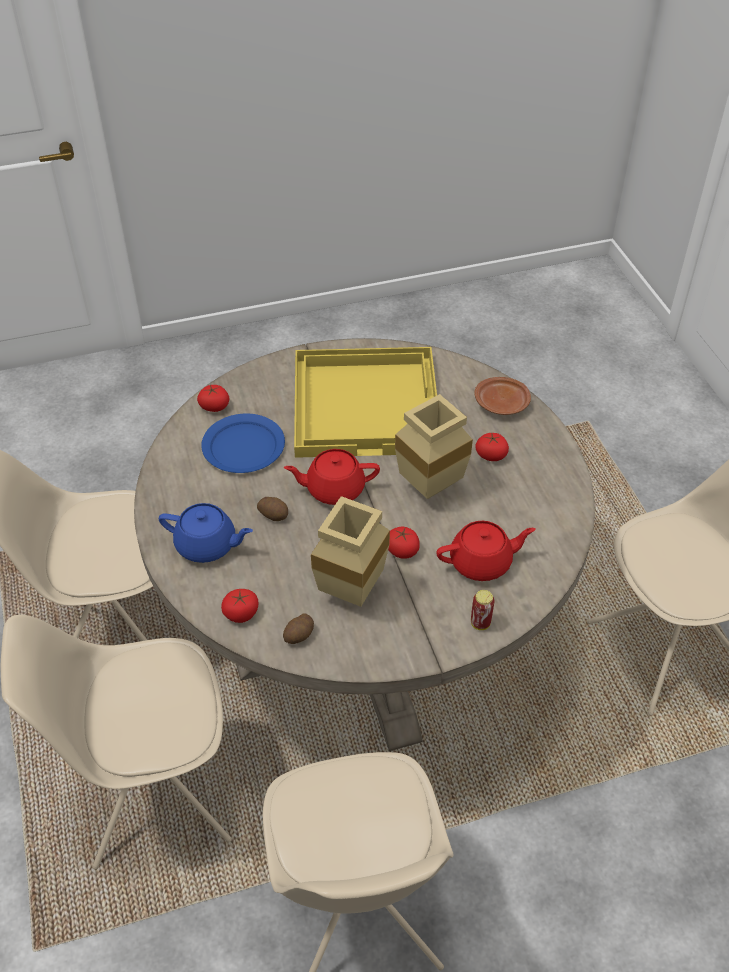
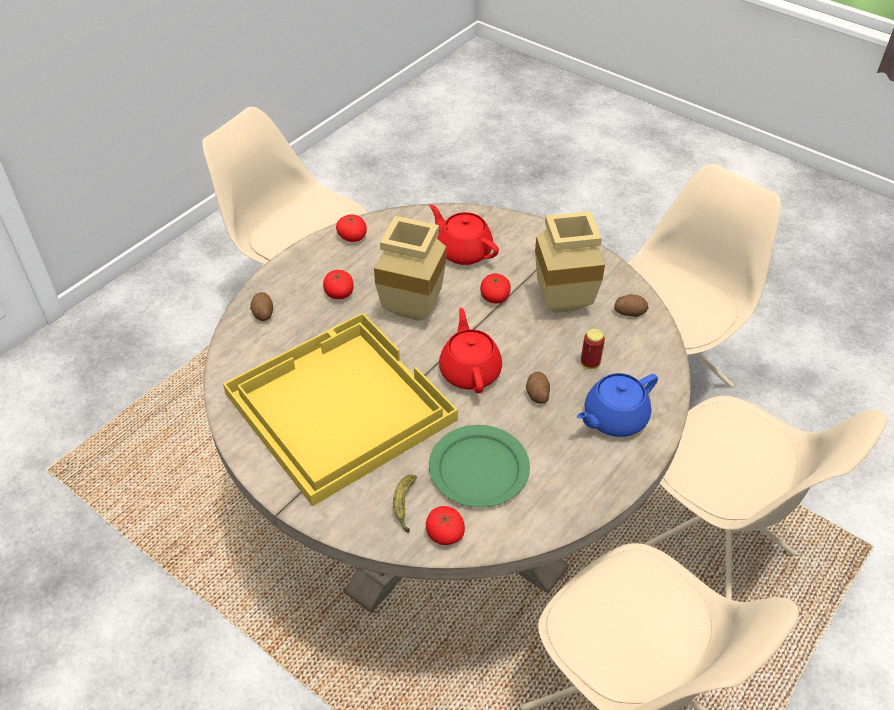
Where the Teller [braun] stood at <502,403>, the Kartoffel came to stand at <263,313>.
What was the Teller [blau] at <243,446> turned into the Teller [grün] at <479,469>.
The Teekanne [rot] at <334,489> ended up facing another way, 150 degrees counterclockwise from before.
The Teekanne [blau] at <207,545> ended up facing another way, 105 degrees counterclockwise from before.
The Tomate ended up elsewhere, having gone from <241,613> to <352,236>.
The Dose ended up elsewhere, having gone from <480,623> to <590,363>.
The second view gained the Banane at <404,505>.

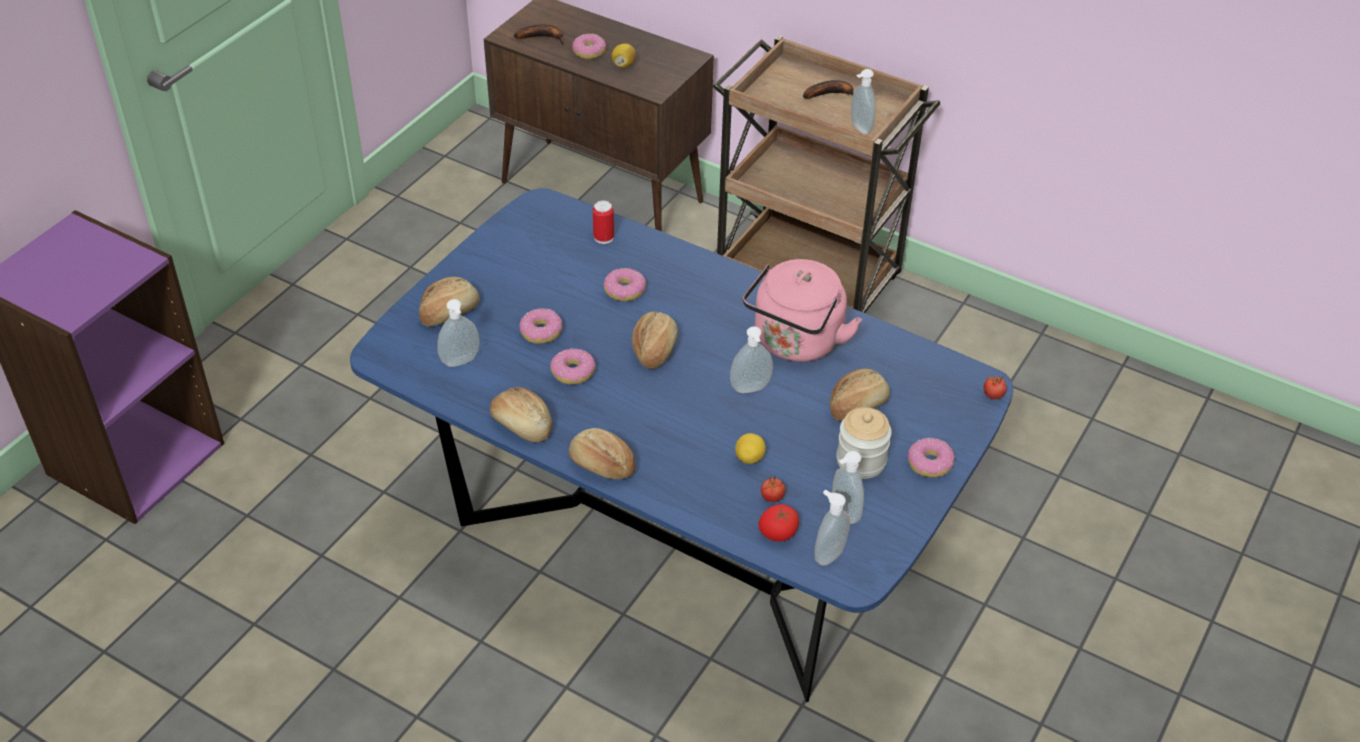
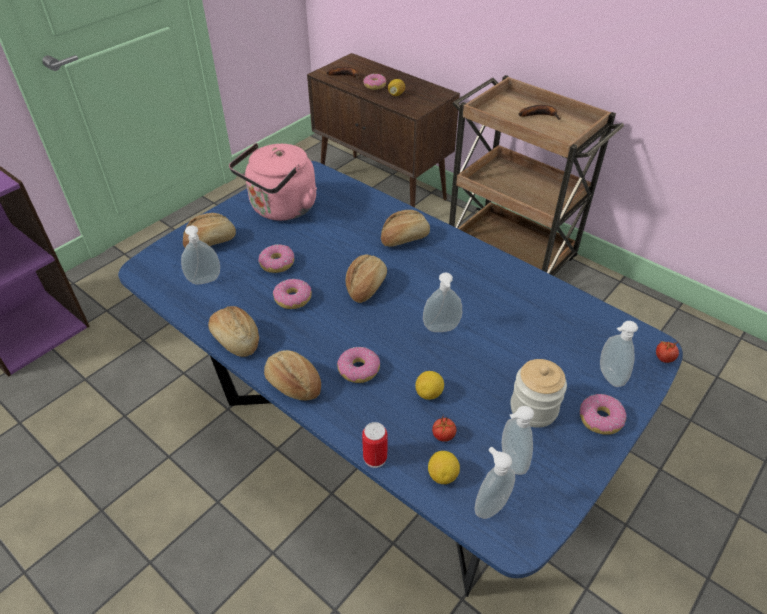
The Seifenspender ended up elsewhere, having gone from <859,128> to <608,377>.
The Dose ended up elsewhere, having gone from <603,237> to <375,457>.
The Wasserkessel [rosa] ended up elsewhere, having gone from <796,343> to <281,209>.
The Donut ended up elsewhere, having gone from <624,291> to <358,370>.
The Brot ended up elsewhere, having gone from <857,406> to <404,238>.
Where the Tomate stood at <777,533>, the Zitrone came to stand at <442,475>.

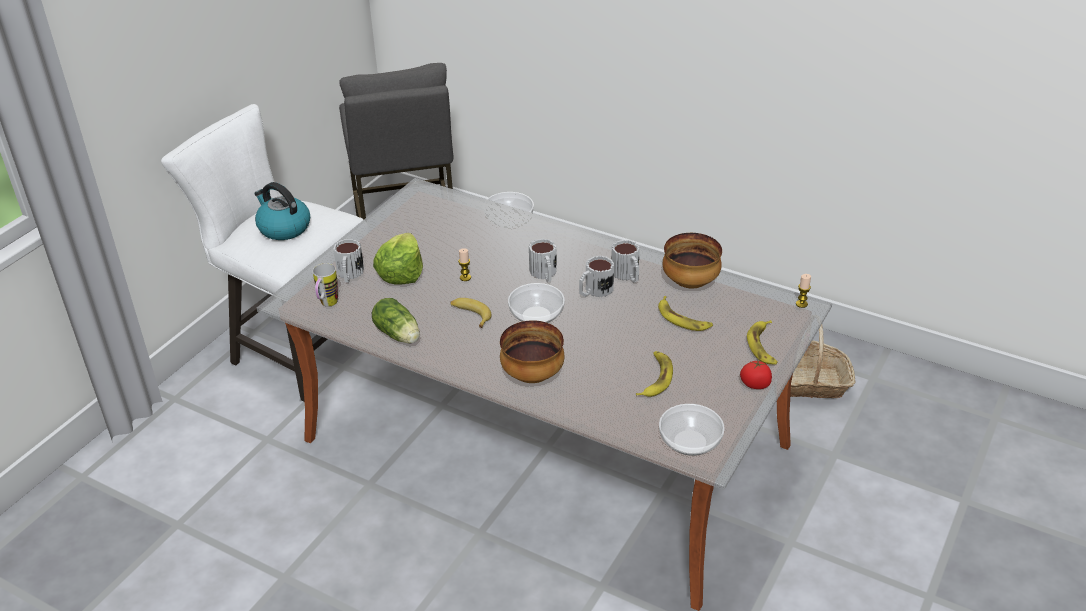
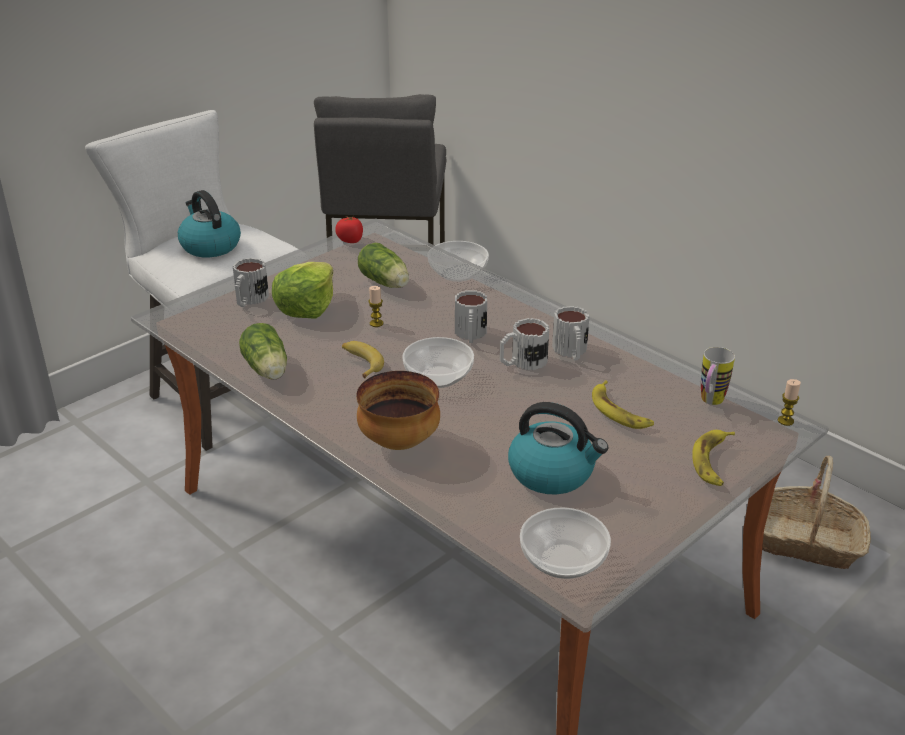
The second view lost the Schüssel at <690,283>.
The Henkelbecher ended up elsewhere, having gone from <327,305> to <709,402>.
Where the Banane stood at <655,378>, the Wasserkessel came to stand at <552,473>.
The Tomate ended up elsewhere, having gone from <755,384> to <350,240>.
The second view gained the Salatkopf at <386,283>.

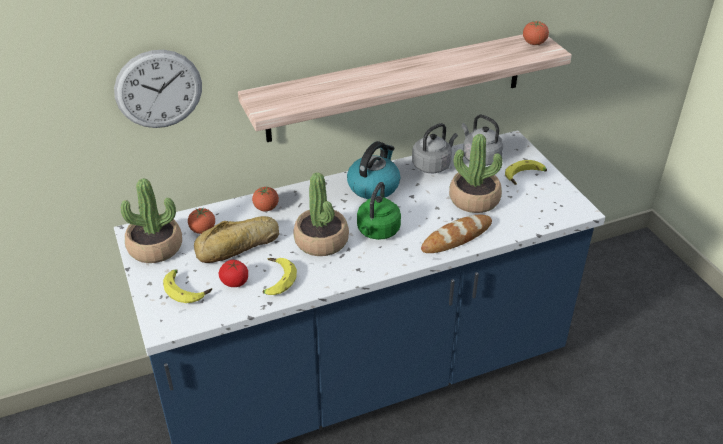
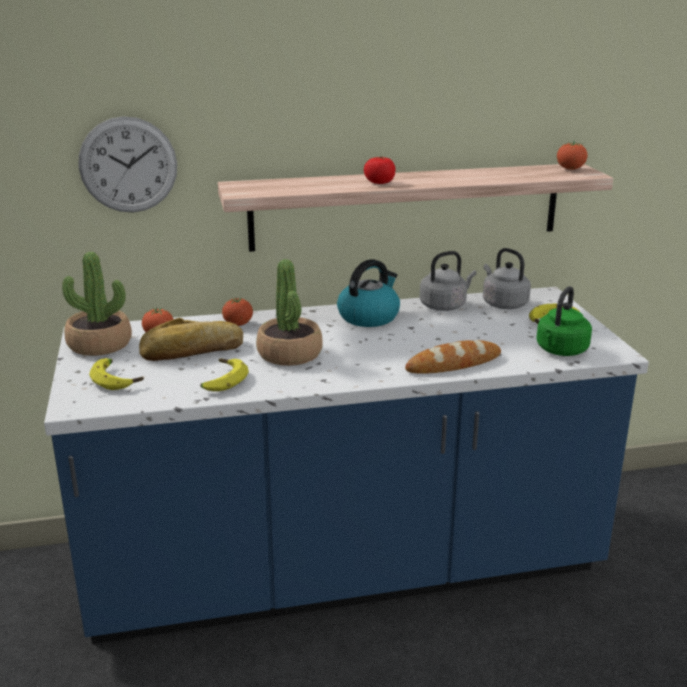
The second view lost the Topfpflanze at <474,199>.
The Wasserkessel [grün] ended up elsewhere, having gone from <377,232> to <560,351>.
The Tomate ended up elsewhere, having gone from <235,282> to <379,182>.

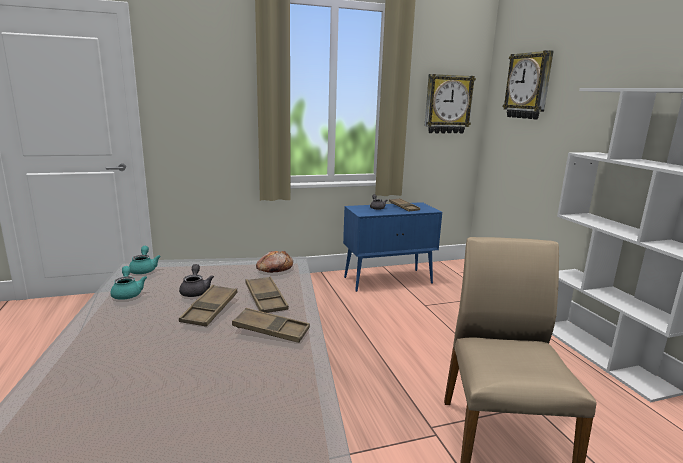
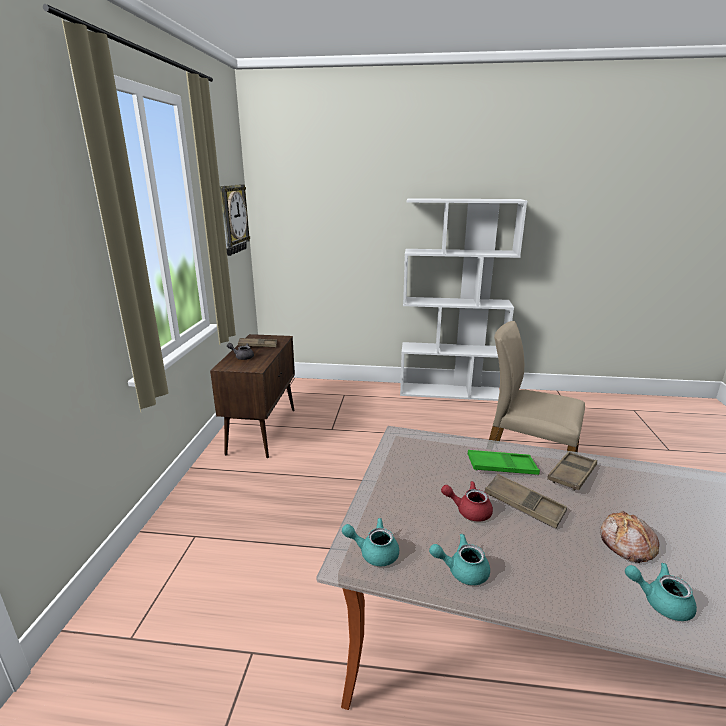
The second view lost the Wanduhr at <528,86>.
What was the Schrank [blau] at <388,280> turned into the Schrank [braun] at <262,430>.
The Brot ended up elsewhere, having gone from <274,268> to <626,544>.
What was the Teekanne [grau] at <195,291> turned into the Teekanne [rot] at <468,510>.
What was the Tablett [braun] at <266,299> turned into the Tablett [grün] at <501,467>.
The second view gained the Teekanne [türkis] at <659,601>.

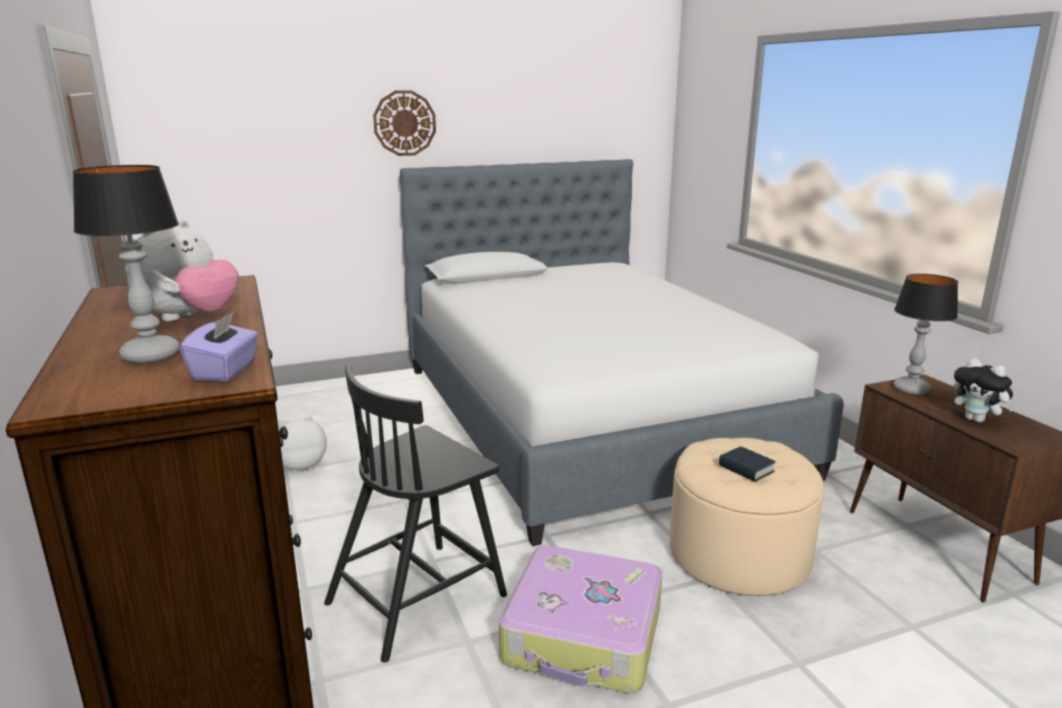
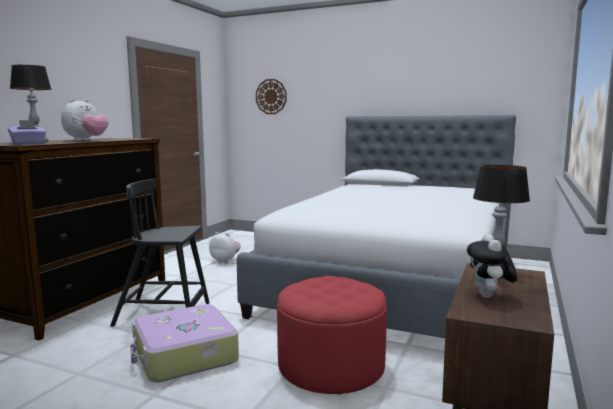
The Wanduhr ended up elsewhere, having gone from <404,123> to <271,96>.
The Plüschtier at <190,318> ended up facing another way, 45 degrees counterclockwise from before.
What was the Polsterhocker [beige] at <738,555> turned into the Polsterhocker [rot] at <331,366>.
The second view lost the Buch at <746,469>.

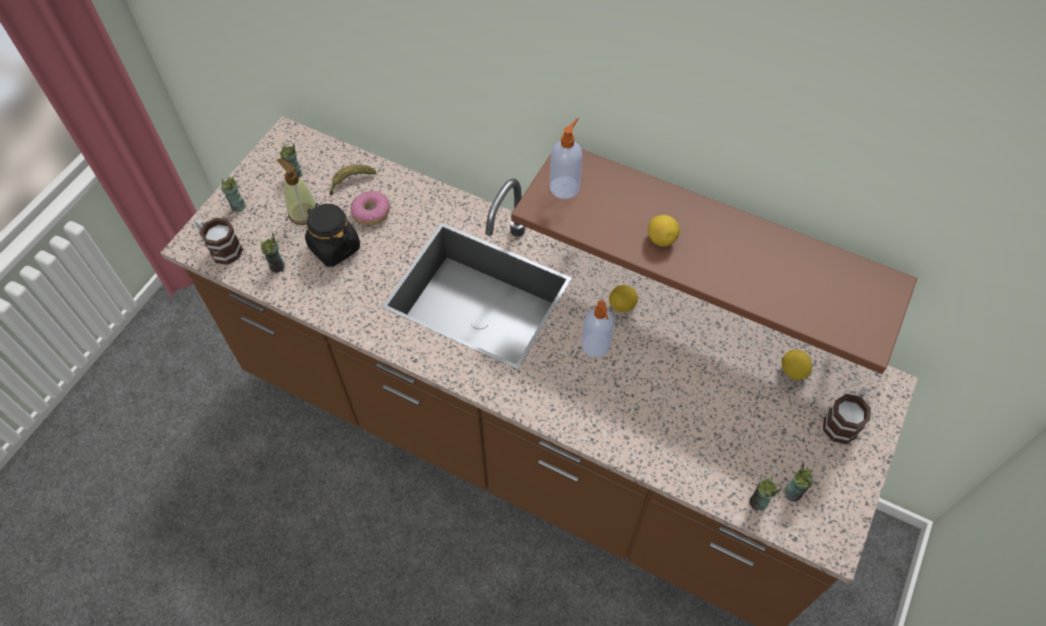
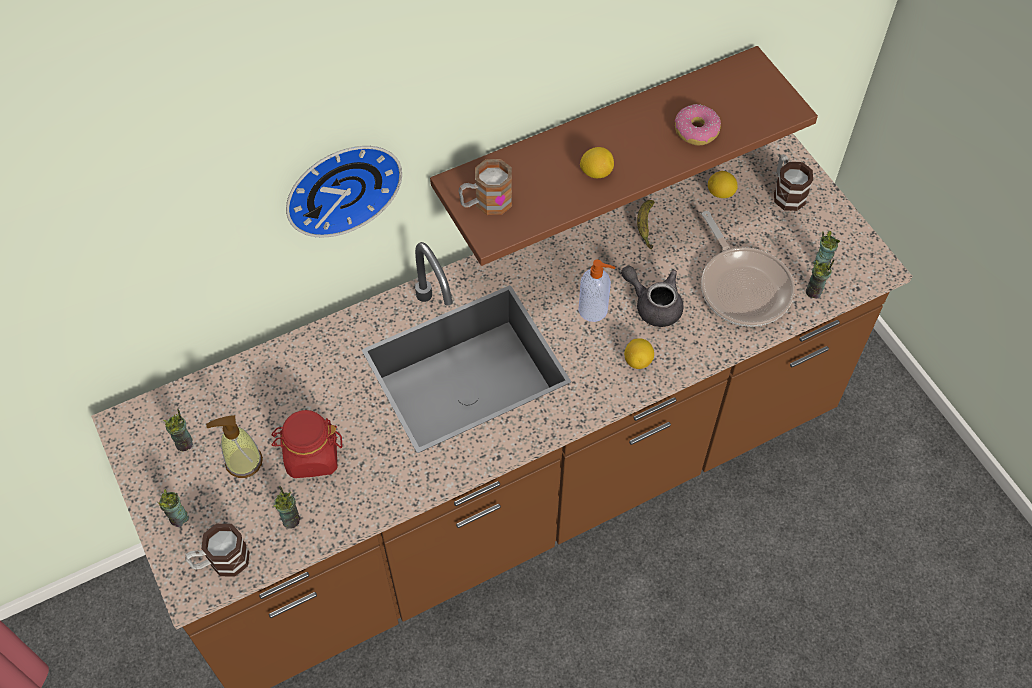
Where the Seifenspender stood at <565,186>, the Henkelbecher came to stand at <486,203>.
The Banane ended up elsewhere, having gone from <351,181> to <645,226>.
The Donut ended up elsewhere, having gone from <371,212> to <696,130>.
What was the Vorratsglas [schwarz] at <334,247> turned into the Vorratsglas [rot] at <311,456>.
The Zitrone ended up elsewhere, having gone from <622,305> to <638,361>.
The second view gained the Wanduhr at <340,185>.
The second view gained the Pfanne at <742,287>.
The second view gained the Teekanne [grau] at <653,304>.

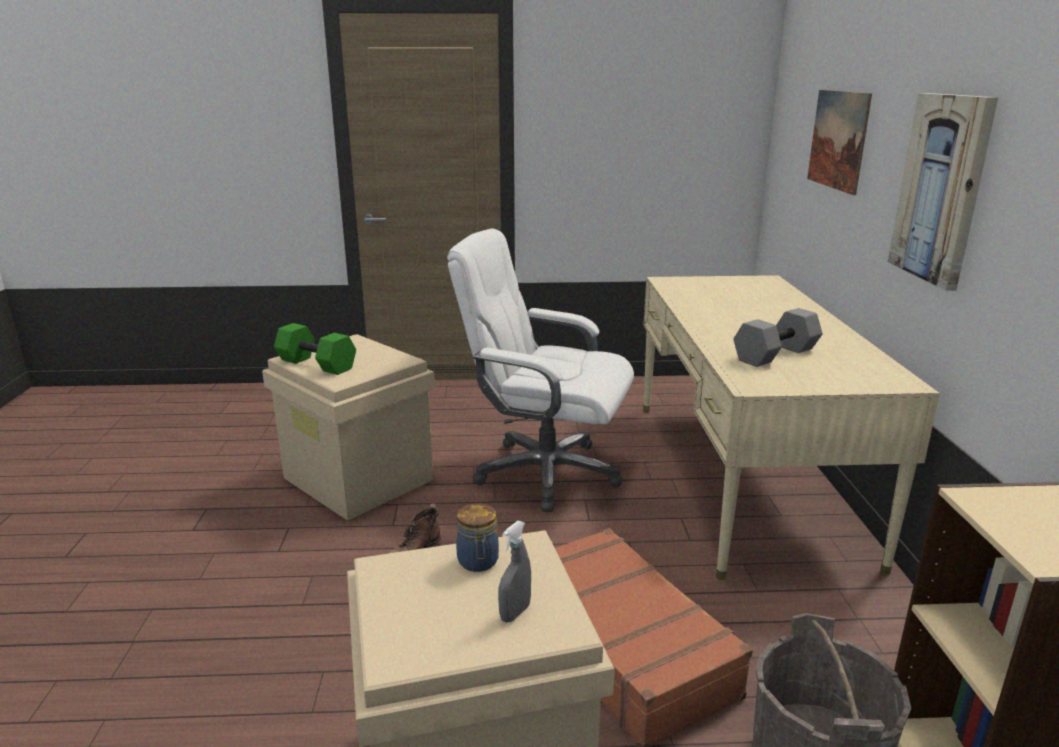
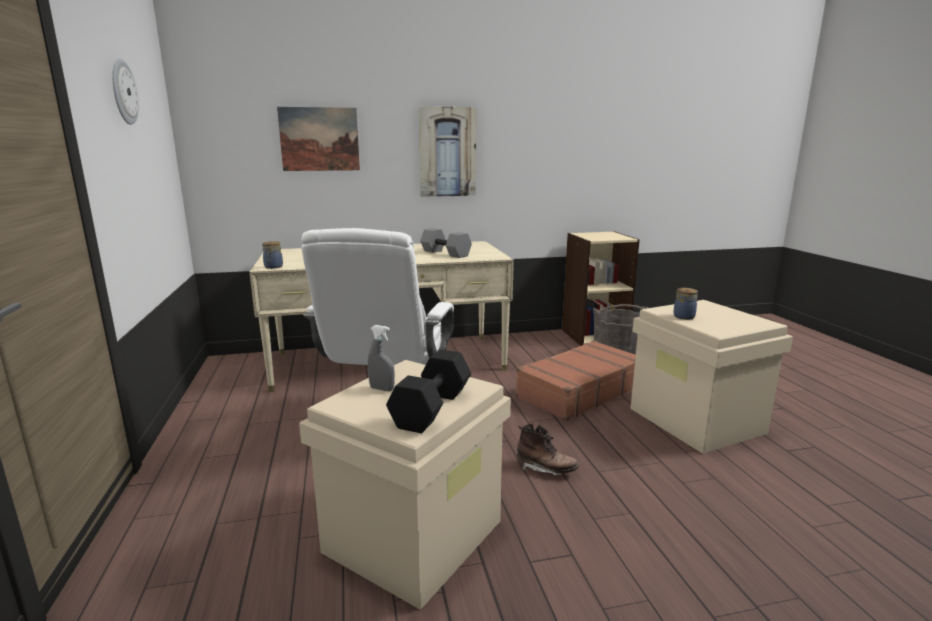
What was the Hantel [grün] at <315,364> turned into the Hantel [schwarz] at <432,409>.
The Sprühflasche [grau] ended up elsewhere, having gone from <515,613> to <382,389>.
The second view gained the Wanduhr at <123,92>.
The second view gained the Vorratsglas at <273,267>.

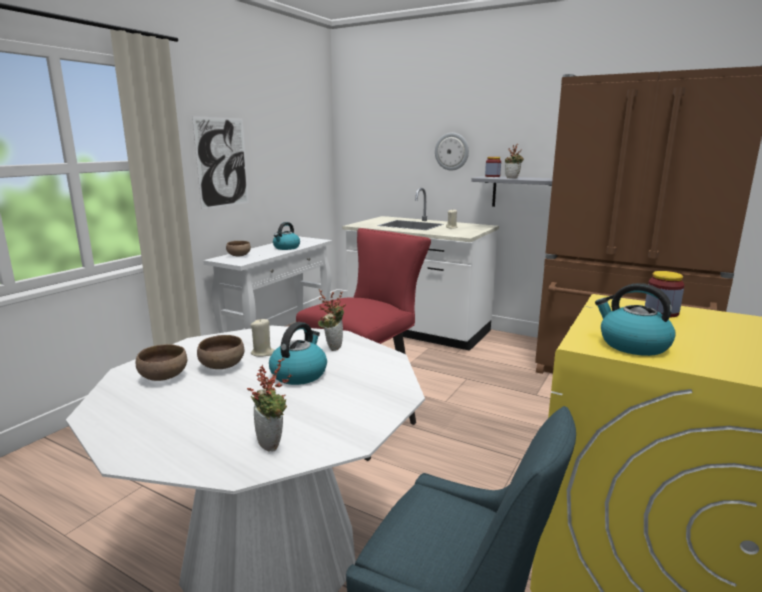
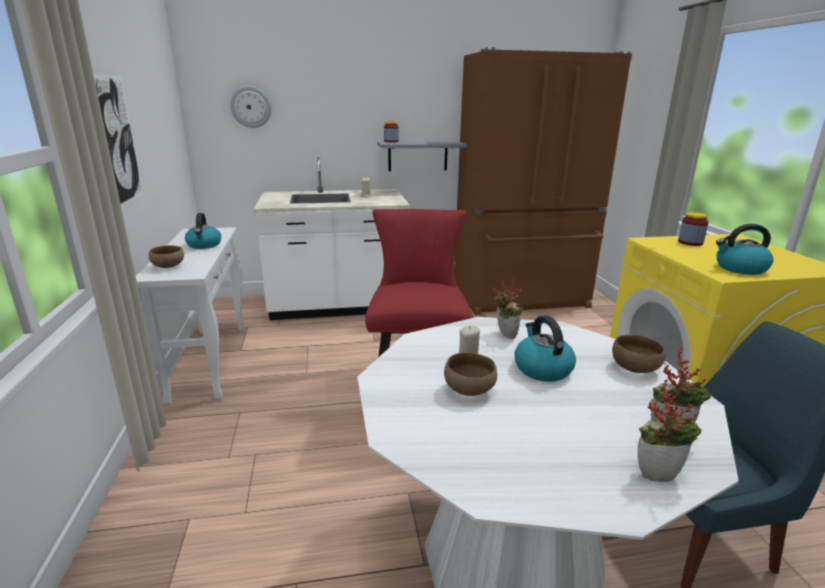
The Wanduhr ended up elsewhere, having gone from <452,151> to <251,107>.
The Topfpflanze ended up elsewhere, having gone from <513,178> to <658,473>.
The Schüssel [braun] ended up elsewhere, having gone from <165,377> to <635,368>.

